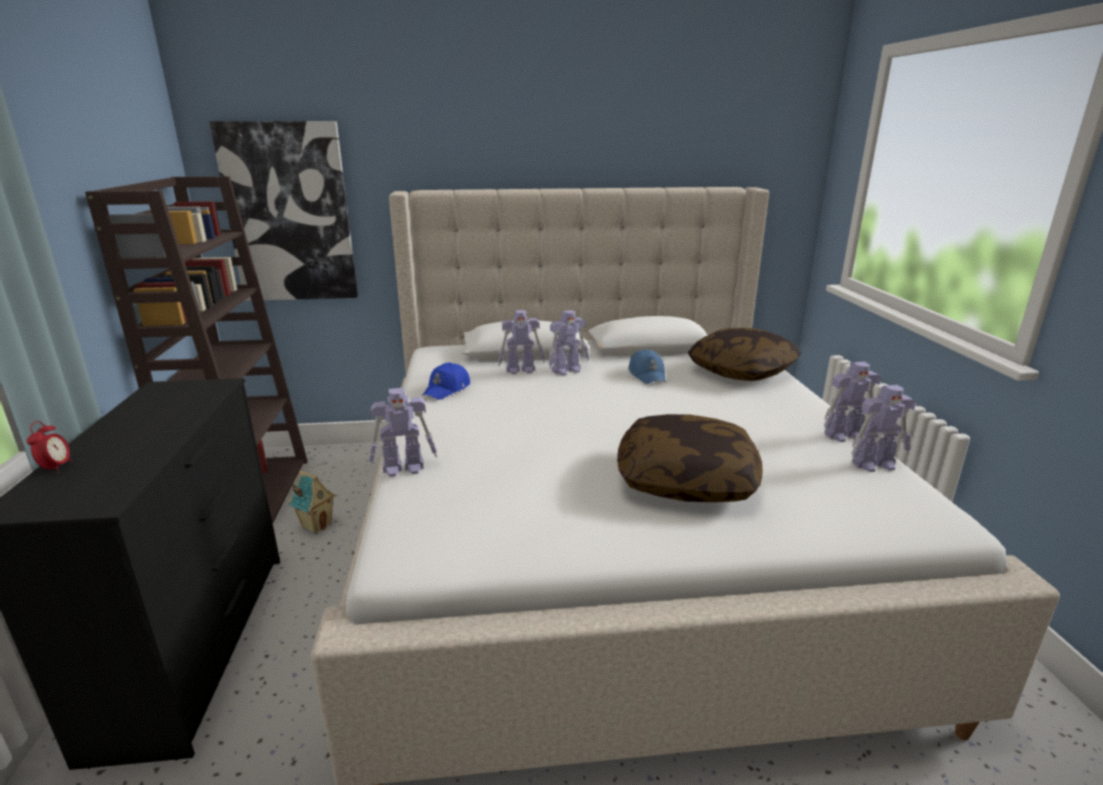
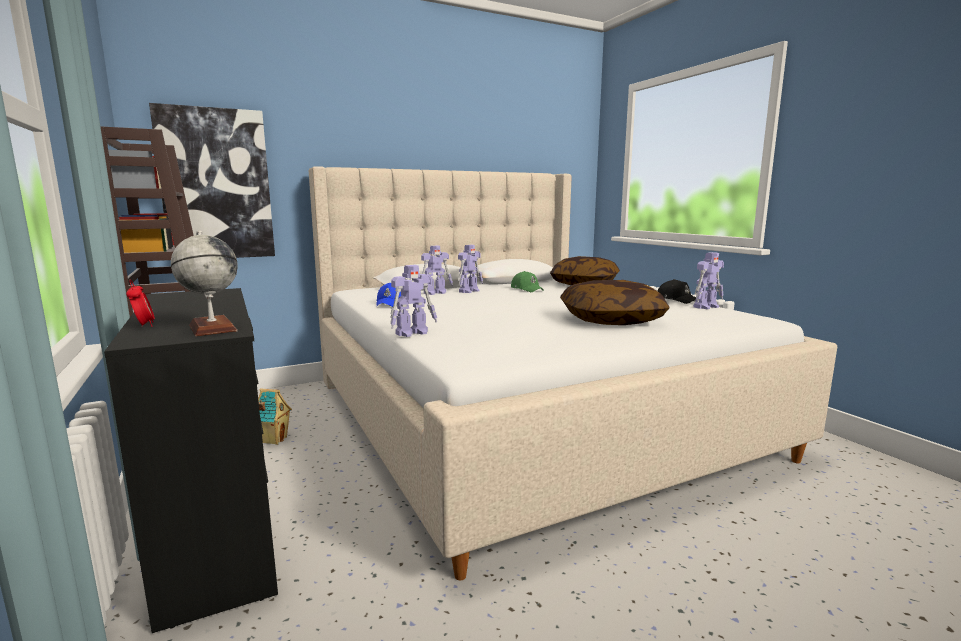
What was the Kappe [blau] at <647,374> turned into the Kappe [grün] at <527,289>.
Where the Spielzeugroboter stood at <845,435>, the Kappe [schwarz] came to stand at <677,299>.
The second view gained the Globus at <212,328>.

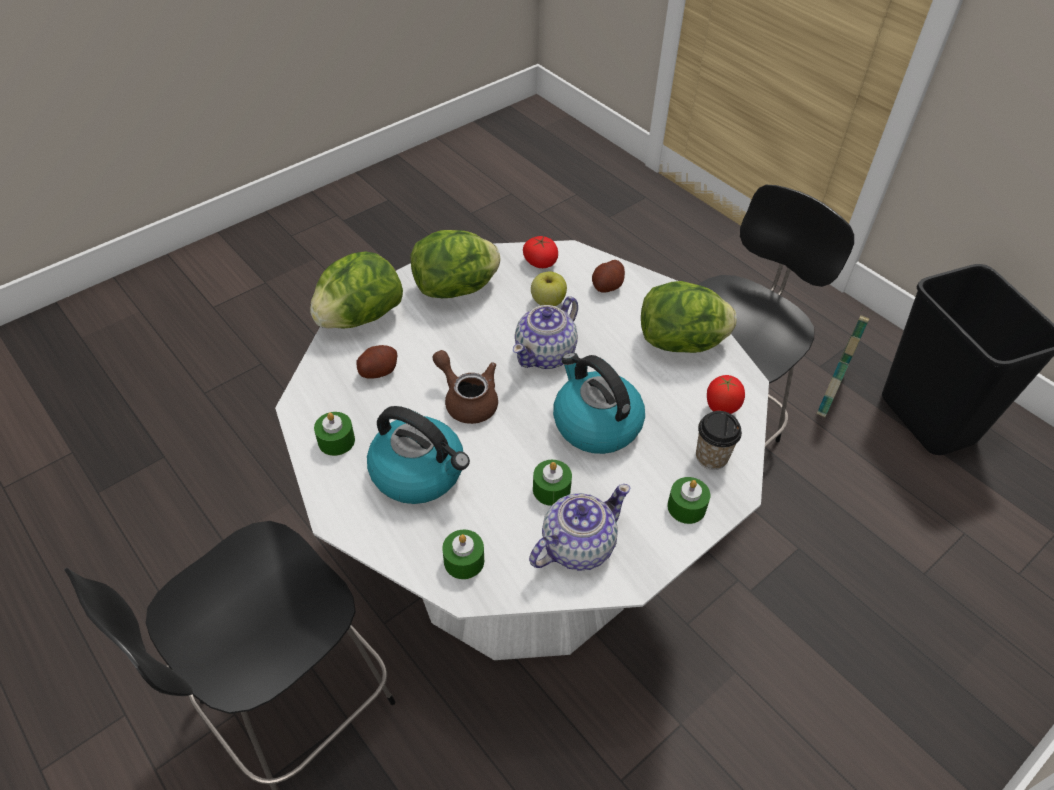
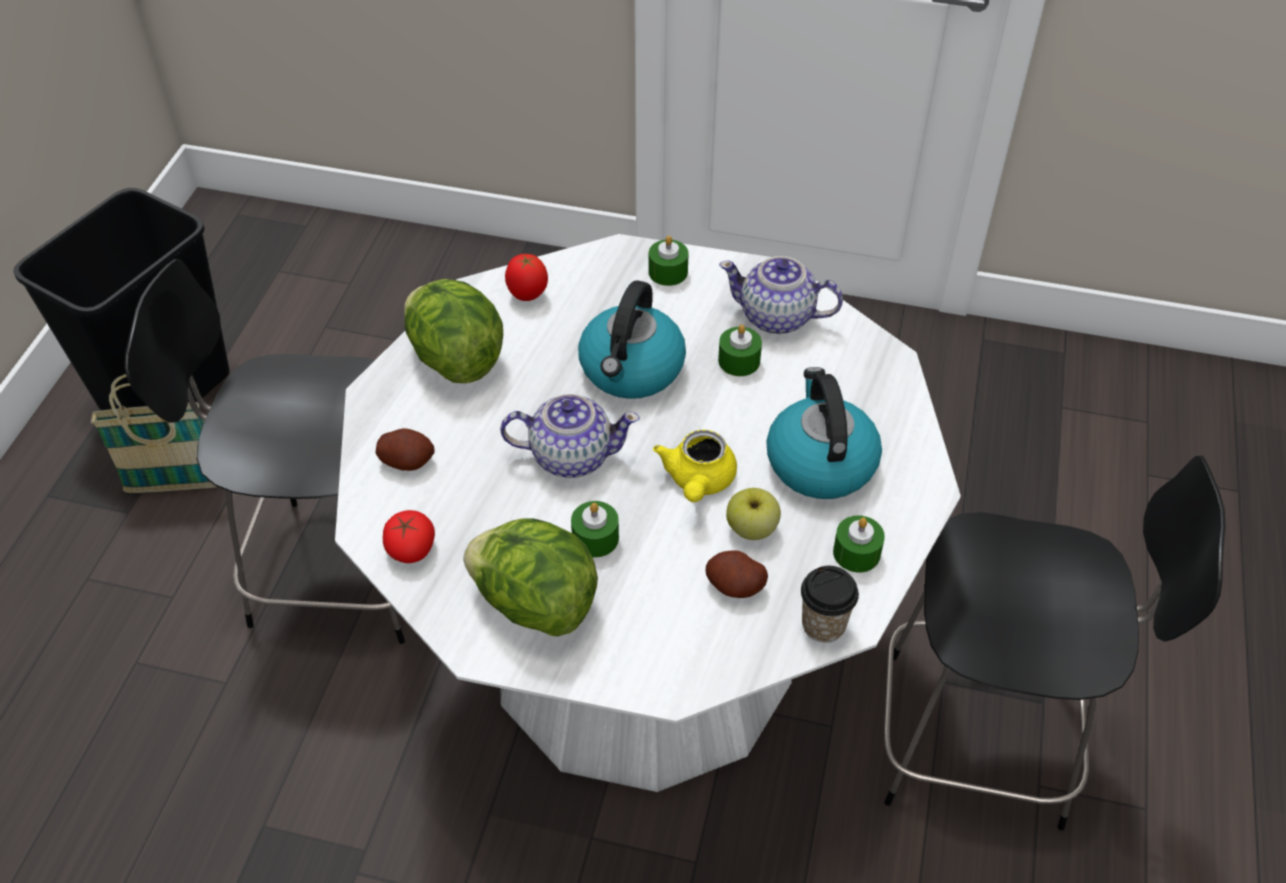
The second view lost the Salatkopf at <359,317>.
The Apfel ended up elsewhere, having gone from <548,301> to <751,529>.
What was the Teekanne [braun] at <467,400> turned into the Teekanne [gelb] at <698,481>.
The Tasse ended up elsewhere, having gone from <711,457> to <823,625>.
The Kerze [grün] ended up elsewhere, having gone from <464,561> to <595,538>.

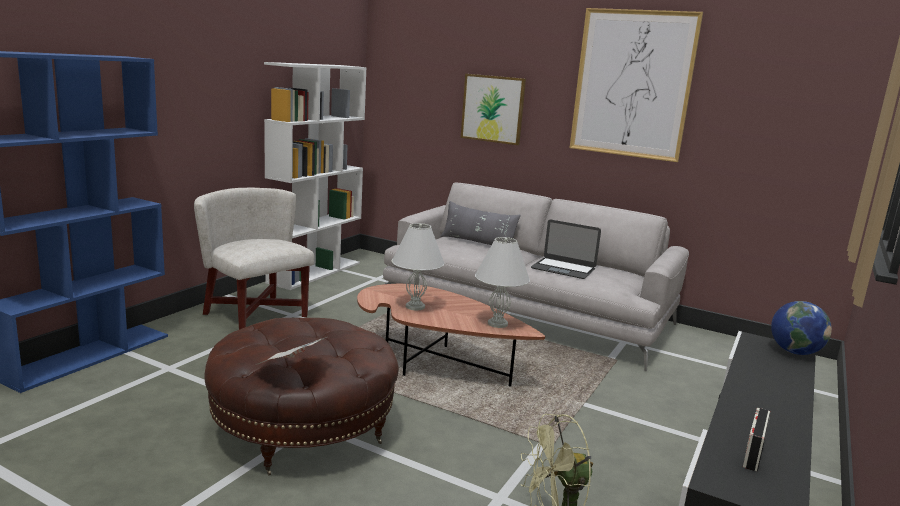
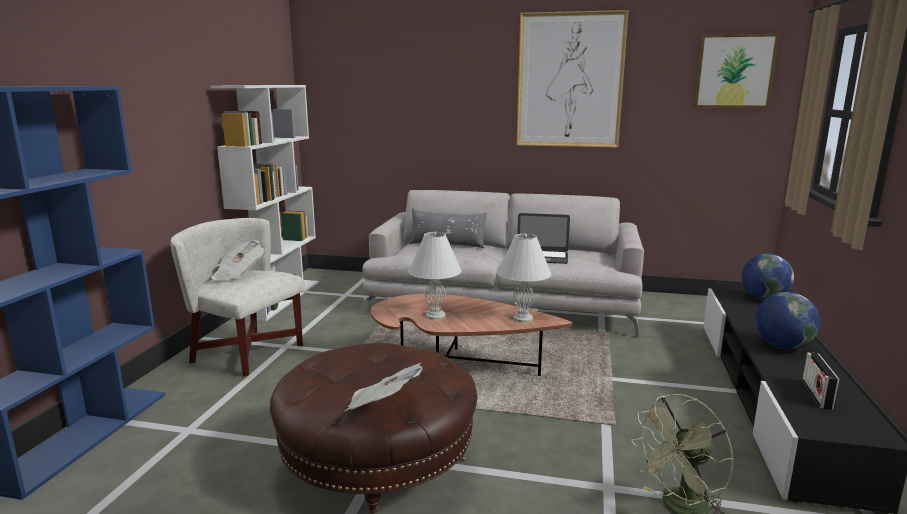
The Bild ended up elsewhere, having gone from <493,109> to <734,71>.
The second view gained the Zeitung at <238,274>.
The second view gained the Globus at <782,346>.

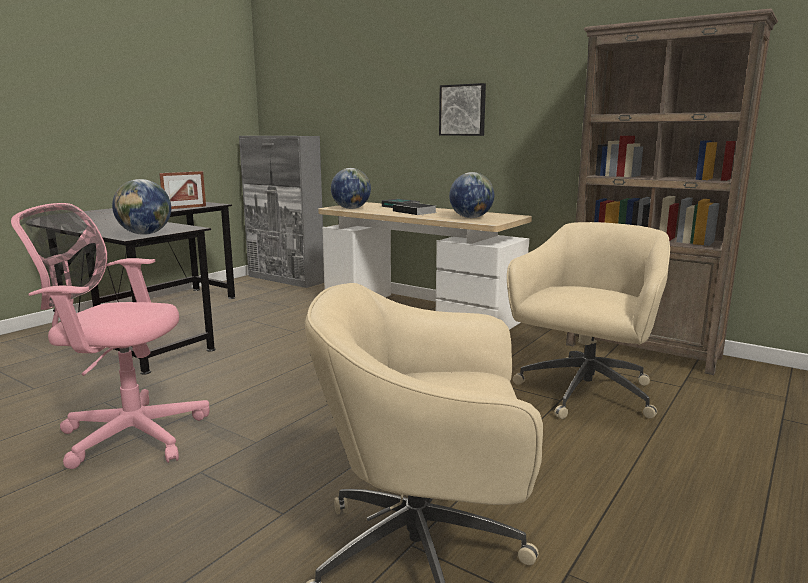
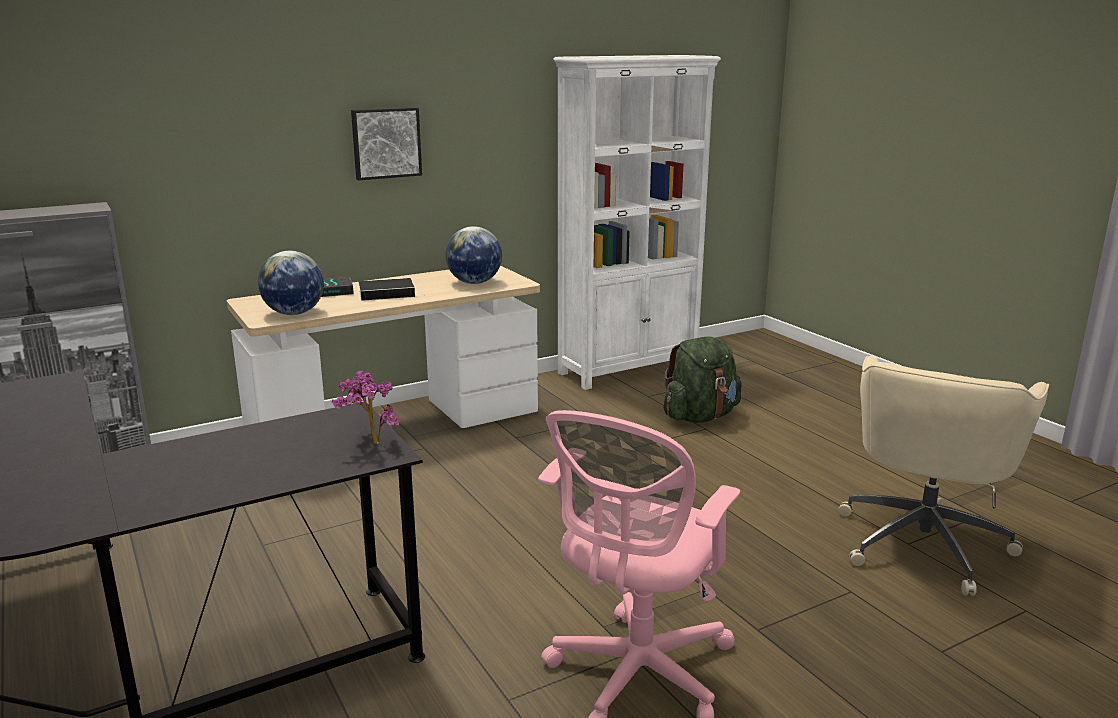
What was the Bücherregal [braun] at <643,351> turned into the Bücherregal [weiß] at <629,368>.
The second view lost the Bilderrahmen at <185,207>.
Where the Globus stood at <145,234>, the Topfpflanze came to stand at <370,444>.
Where the Bürostuhl [beige] stood at <584,394>, the Rucksack [grün] came to stand at <700,416>.

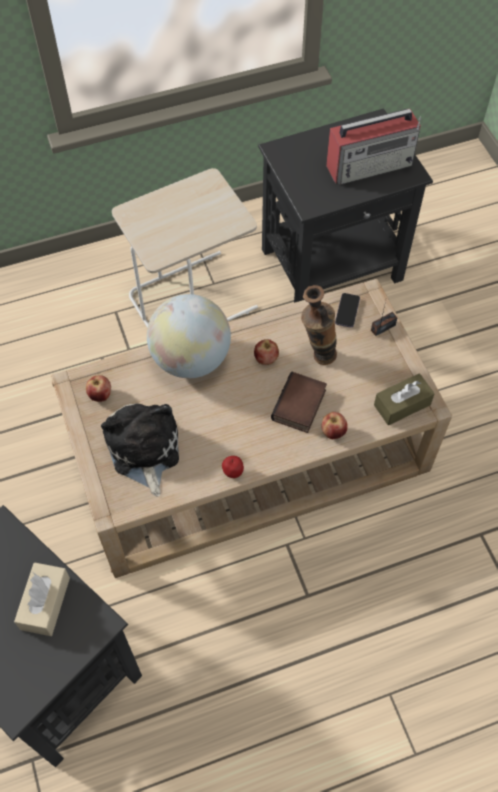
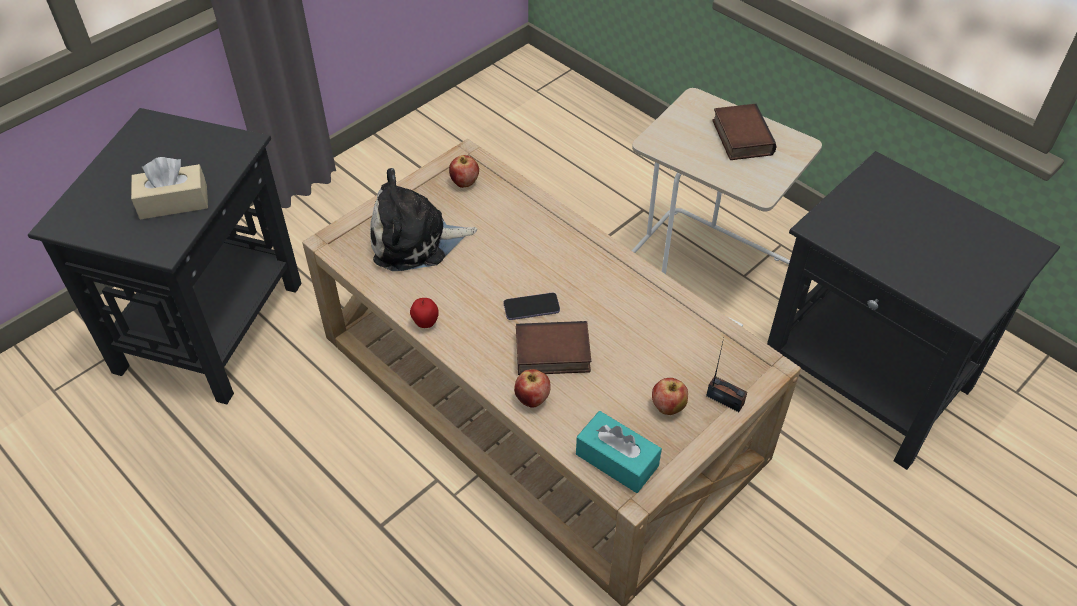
The second view lost the Radio at <371,165>.
The second view lost the Vase at <316,357>.
The Handy ended up elsewhere, having gone from <347,311> to <531,307>.
The second view lost the Globus at <191,359>.
The Apfel ended up elsewhere, having gone from <266,359> to <667,407>.
What was the Taschentuchbox [braun] at <402,405> turned into the Taschentuchbox [türkis] at <617,460>.
The Plüschtier at <143,451> ended up facing another way, 150 degrees counterclockwise from before.
The second view gained the Buch at <740,137>.

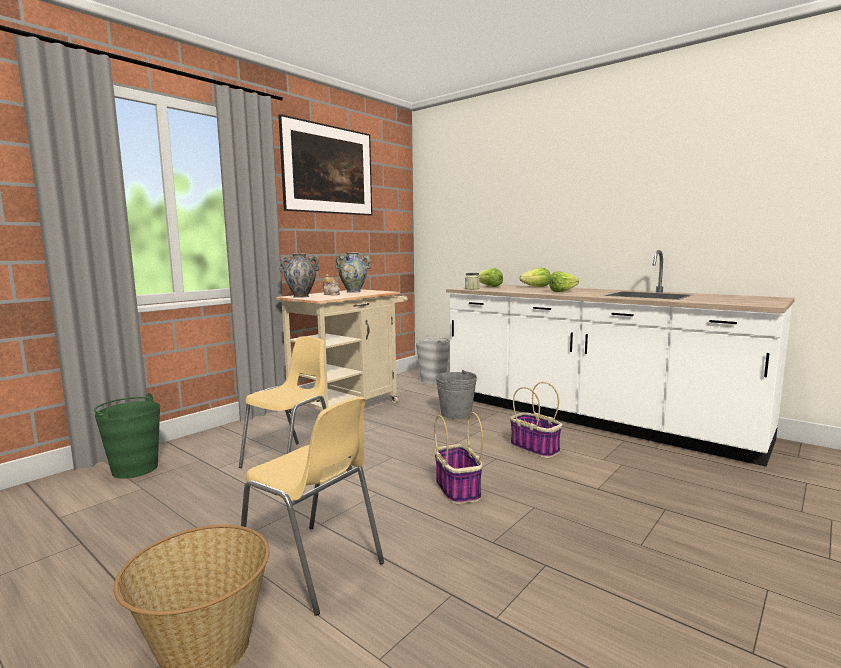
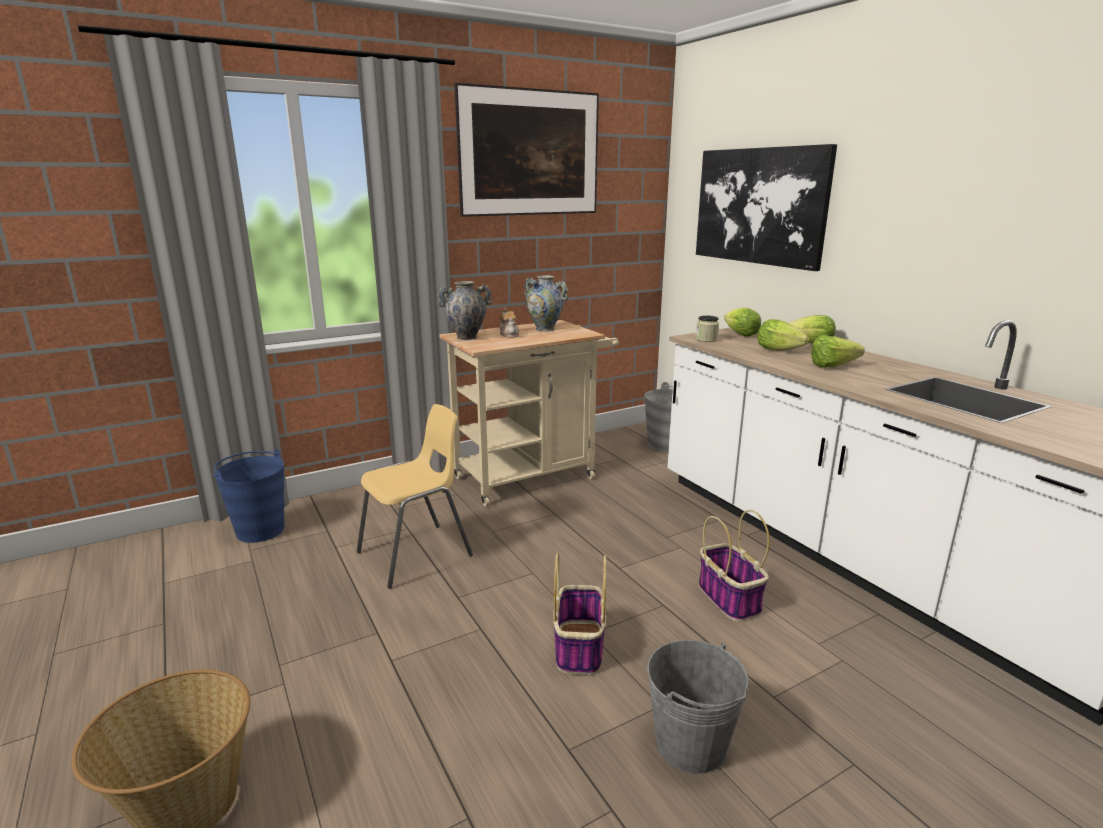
The Eimer [grau] ended up elsewhere, having gone from <456,414> to <690,744>.
What was the Eimer [grün] at <134,469> turned into the Eimer [blau] at <260,530>.
The second view lost the Stuhl [gelb] at <313,567>.
The second view gained the Bild at <759,206>.
The second view gained the Salatkopf at <778,350>.

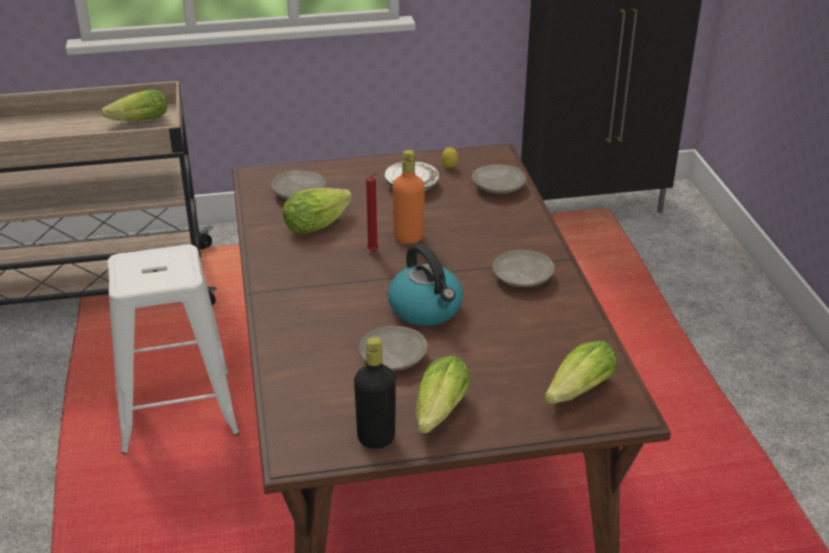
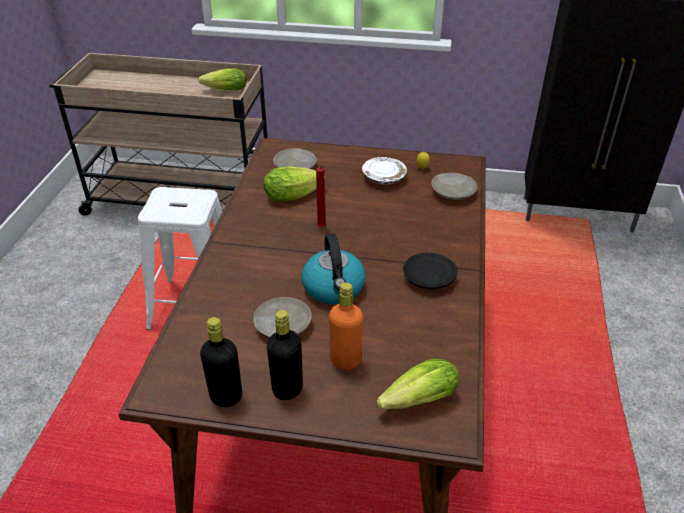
The Flasche [orange] ended up elsewhere, having gone from <408,238> to <345,361>.
What was the Teller [beige] at <522,277> turned into the Teller [schwarz] at <428,278>.
Where the Salatkopf stood at <438,415>, the Flasche [schwarz] came to stand at <287,389>.

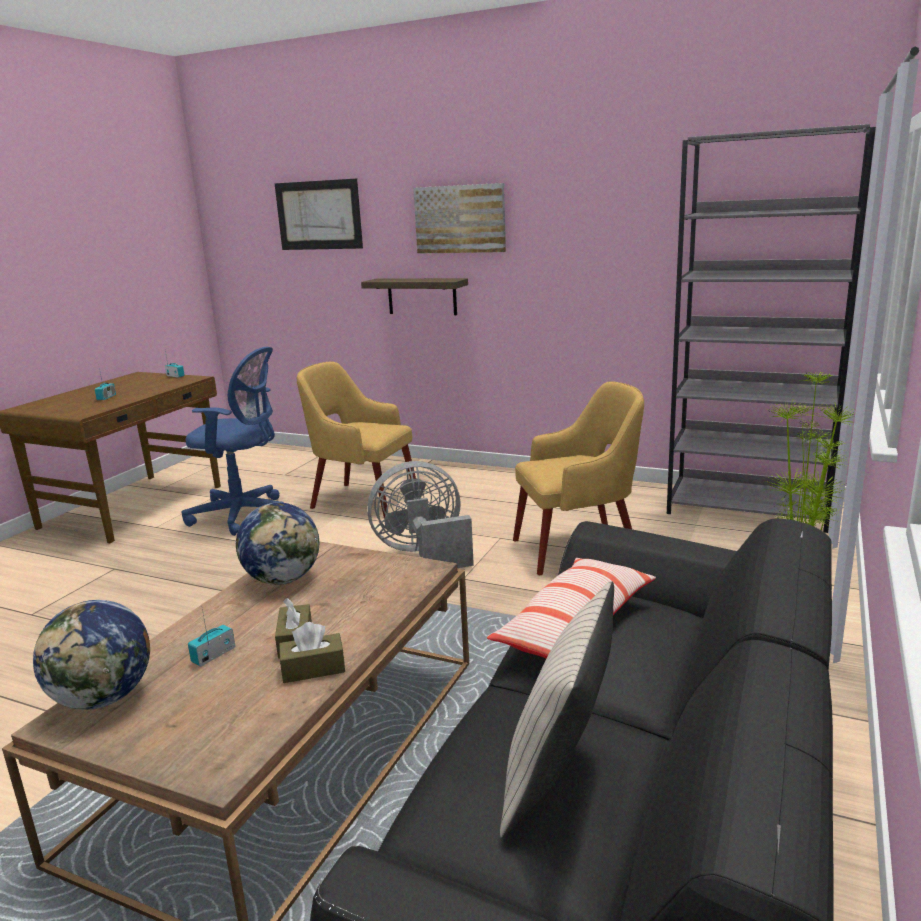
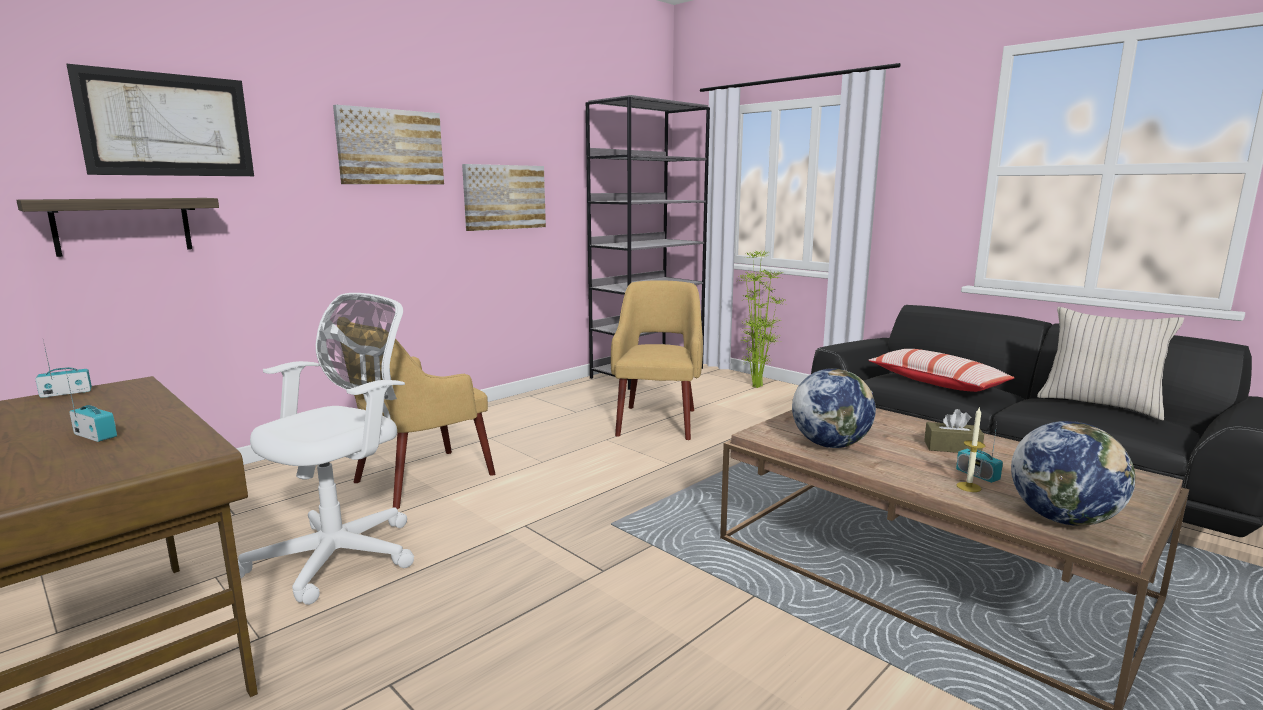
The Wandregal ended up elsewhere, having gone from <422,296> to <123,225>.
What was the Bürostuhl [blau] at <244,515> turned into the Bürostuhl [weiß] at <342,555>.
The second view lost the Ventilator [grau] at <423,554>.
The second view lost the Taschentuchbox [braun] at <313,669>.
The second view gained the Bild at <504,197>.
The second view gained the Kerze at <968,487>.

